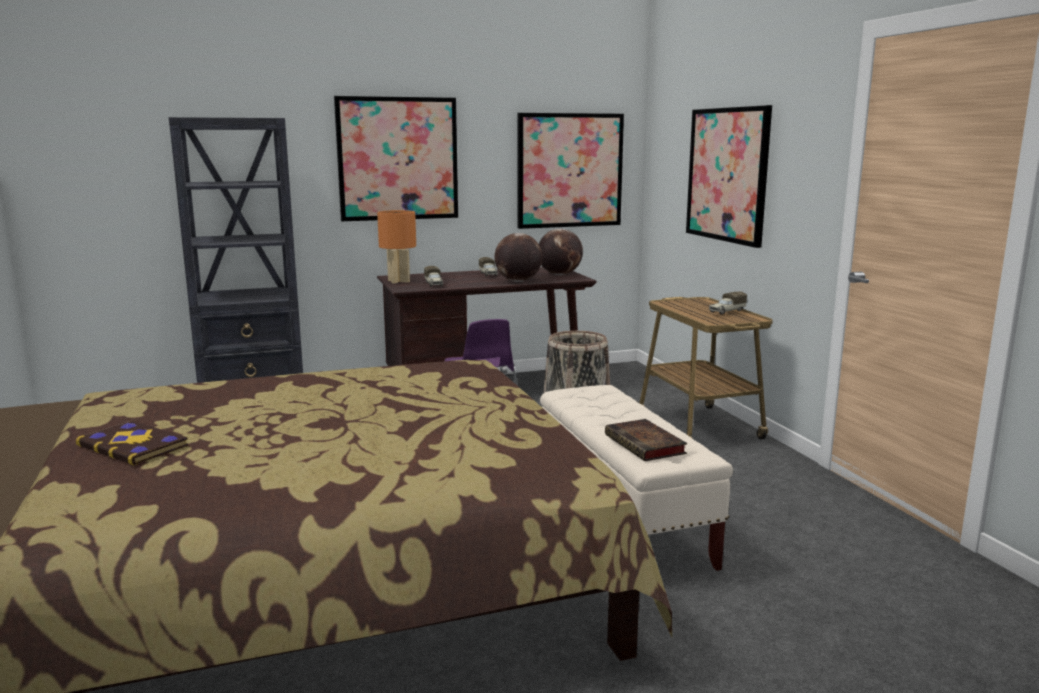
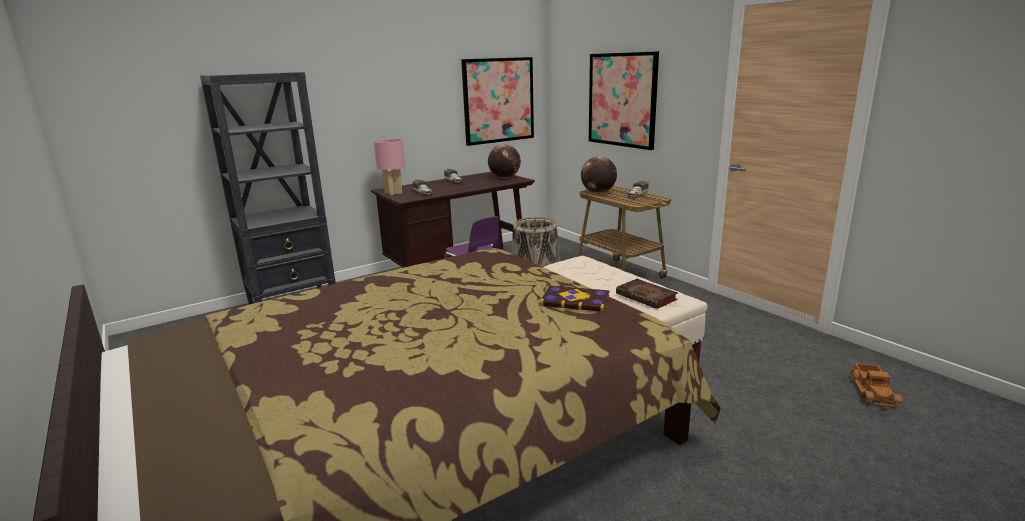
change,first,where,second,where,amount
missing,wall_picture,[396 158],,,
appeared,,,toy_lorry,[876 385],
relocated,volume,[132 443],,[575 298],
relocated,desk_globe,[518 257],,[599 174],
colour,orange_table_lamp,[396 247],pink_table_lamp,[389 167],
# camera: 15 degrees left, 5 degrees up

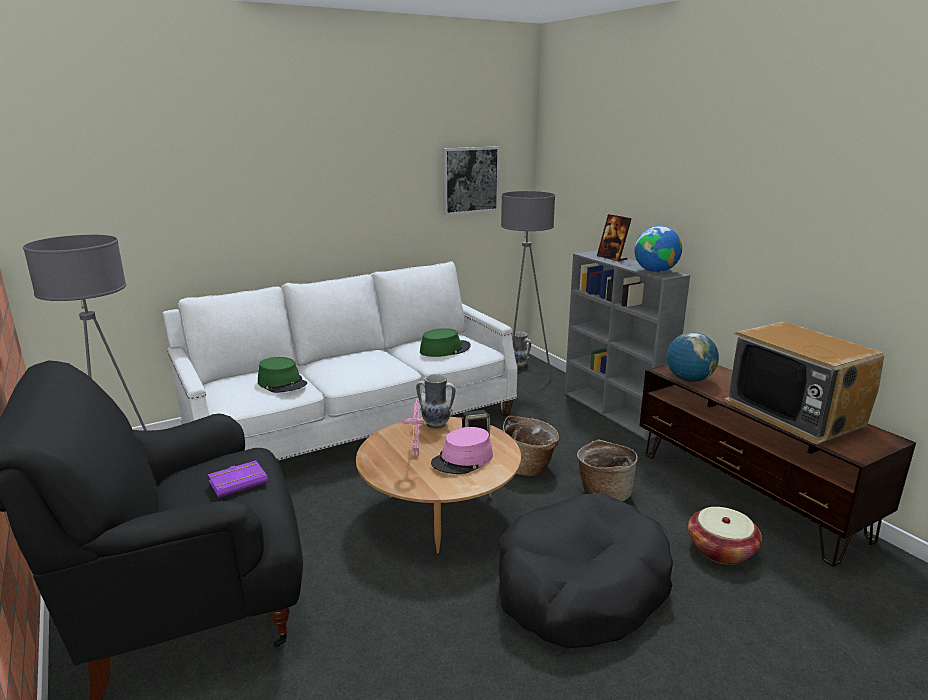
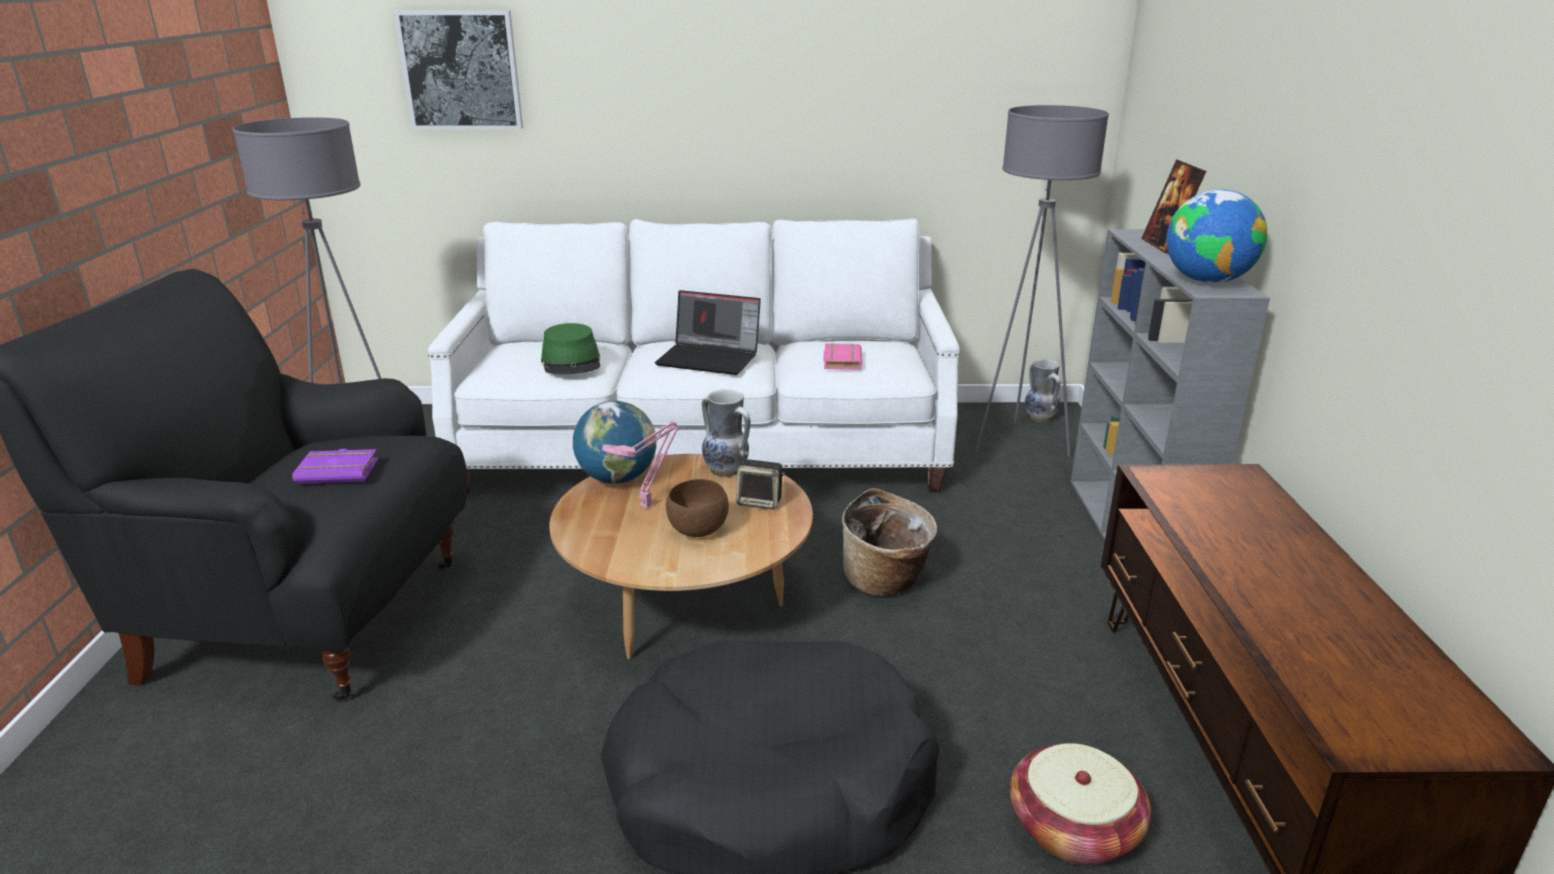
change,first,where,second,where,amount
missing,basket,[607 470],,,
missing,TV,[804 383],,,
appeared,,,laptop,[708 332],
relocated,wall_picture,[471 181],,[458 69],
relocated,desk_globe,[692 357],,[615 442],
exchanged,green_wearable_hat,[445 342],pink_volume,[843 356],
exchanged,pink_wearable_hat,[462 450],brownish_serving_bowl,[697 508],
# camera: 30 degrees right, 5 degrees up

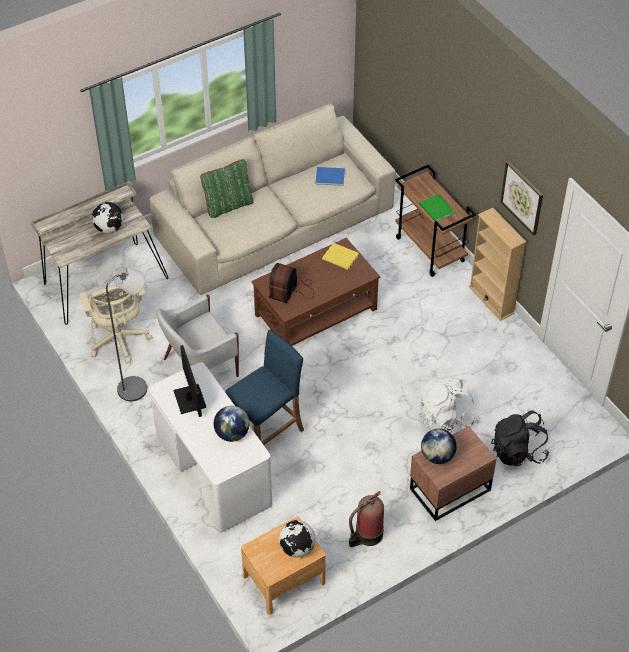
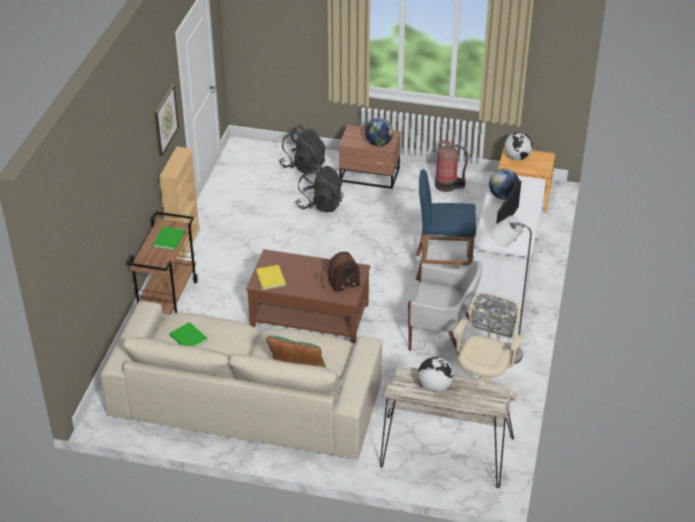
change,first,where,second,where,amount
colour,blue_volume,[330 176],green_volume,[188 334],
colour,whitish_knapsack,[447 405],black-coloured_knapsack,[319 187],
# camera: 135 degrees left, 10 degrees down

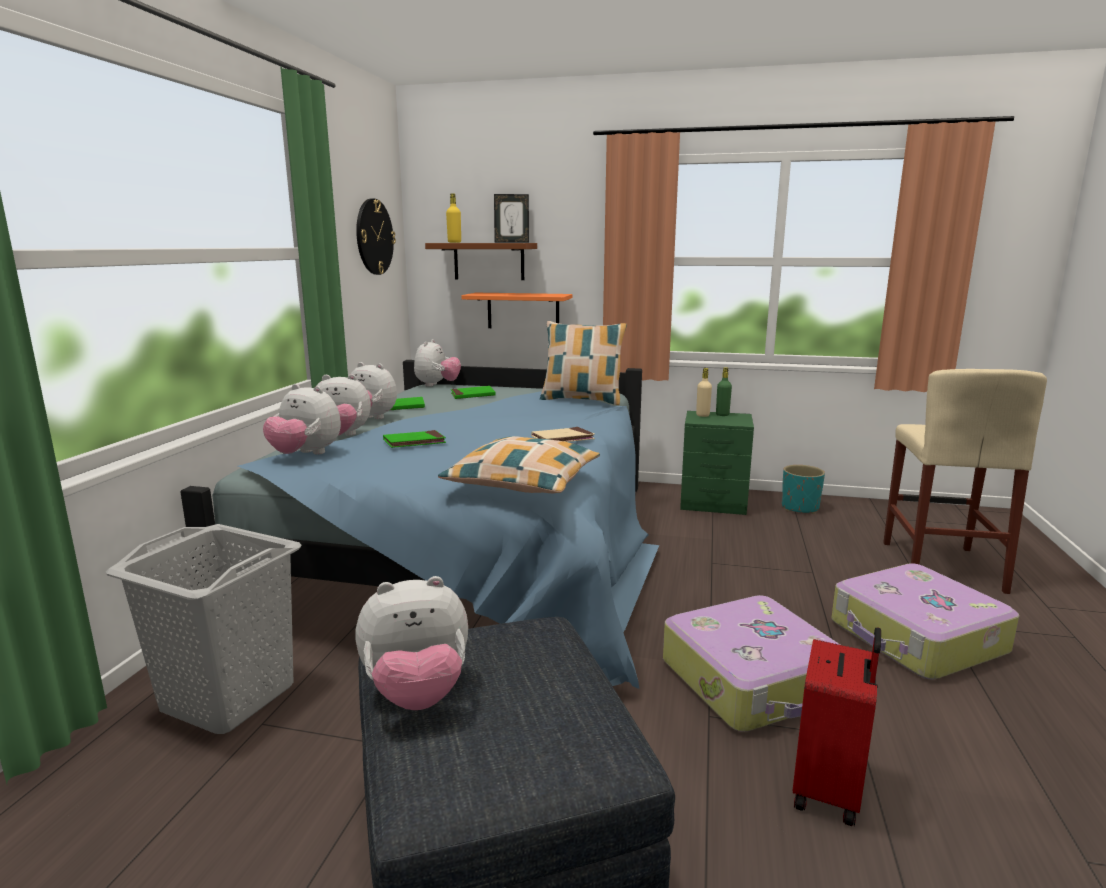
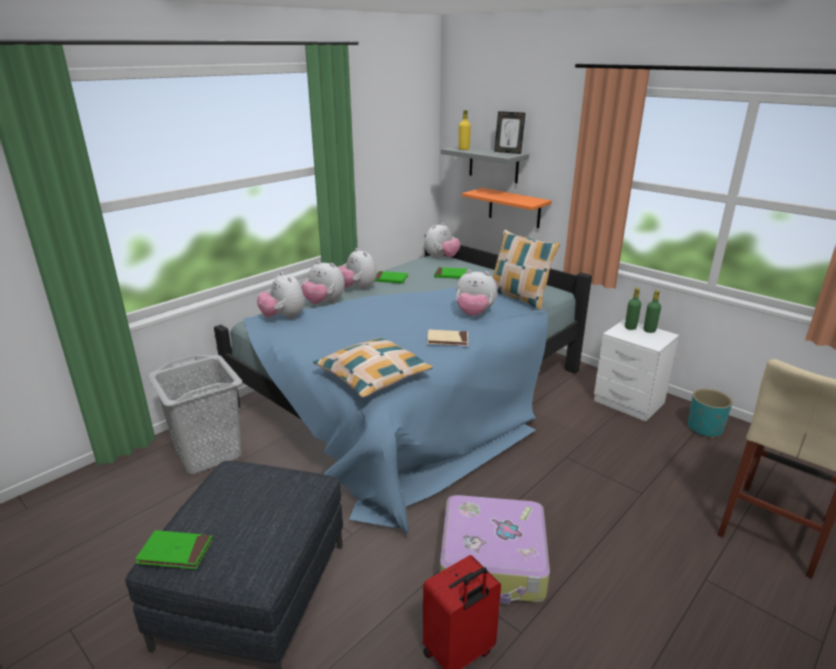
change,first,where,second,where,amount
missing,wall_clock,[376 236],,,
missing,suitcase,[925 621],,,
relocated,plush_toy,[411 643],,[476 293],
relocated,green_volume,[414 439],,[174 549],
colour,brownish_shelf,[481 261],greyish_shelf,[485 165],
colour,green_night_table,[717 463],whitish_night_table,[636 370],
colour,beige_beverage_bottle,[704 392],green_beverage_bottle,[633 309],
# camera: 30 degrees right, 10 degrees up

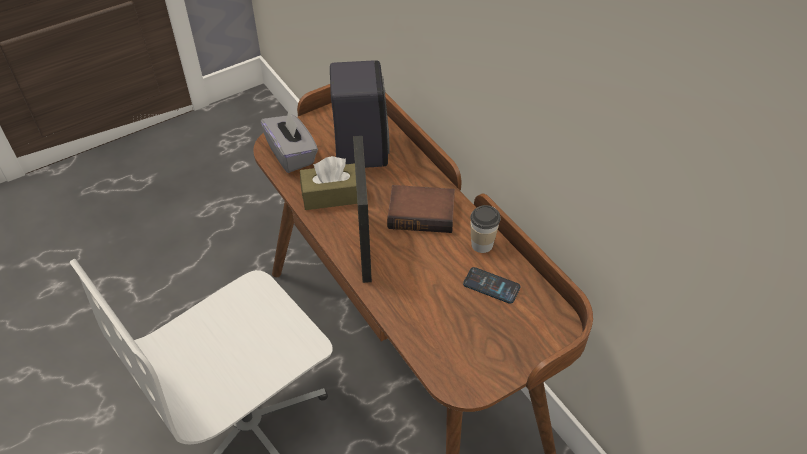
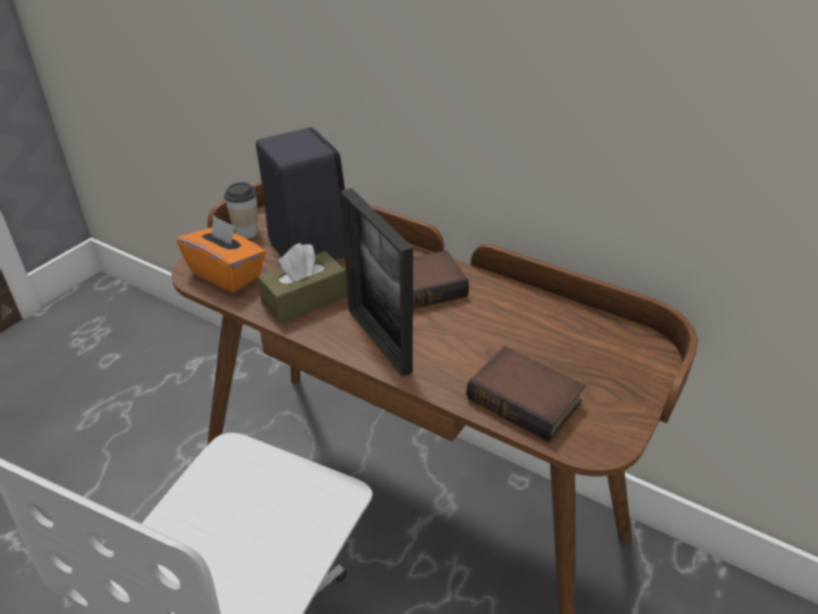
change,first,where,second,where,amount
missing,phone,[491 285],,,
appeared,,,volume,[525 394],
relocated,small_cup,[485 229],,[241 210],
colour,greyish_tissue_box,[289 142],orange_tissue_box,[221 254],
# camera: 25 degrees left, 10 degrees down

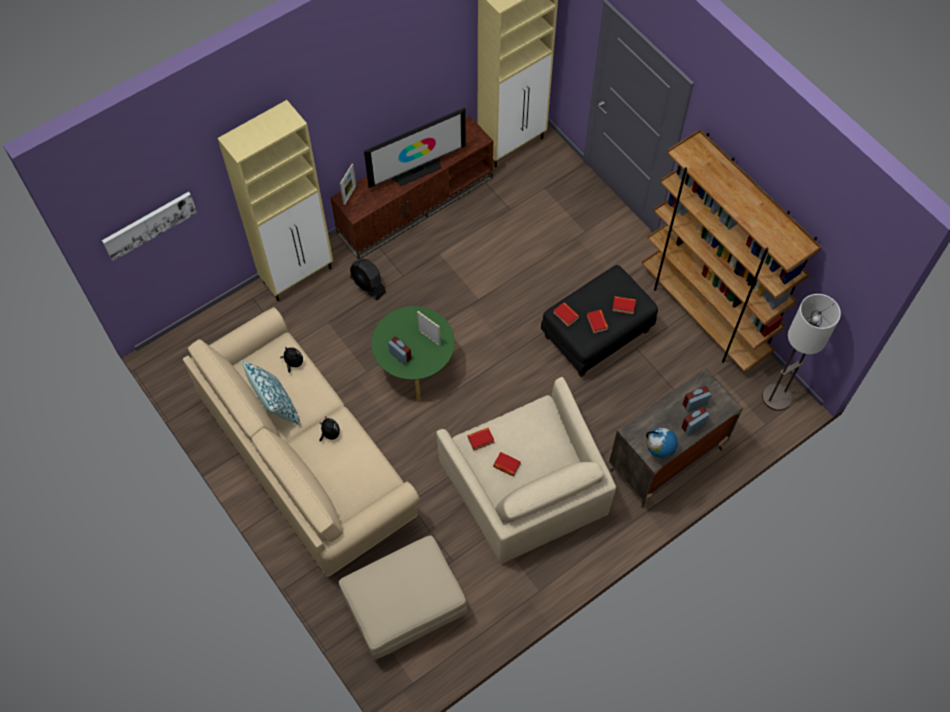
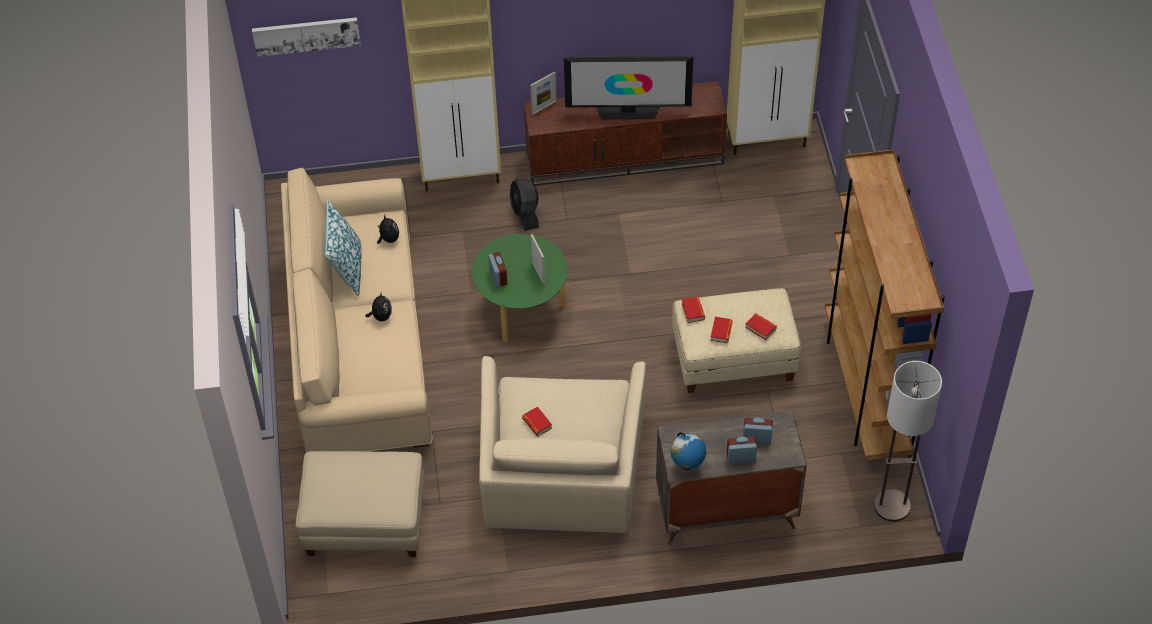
change,first,where,second,where,amount
missing,volume,[480 439],,,
colour,black-coloured_footrest,[599 321],beige_footrest,[736 340],
# camera: 30 degrees right, 10 degrees down

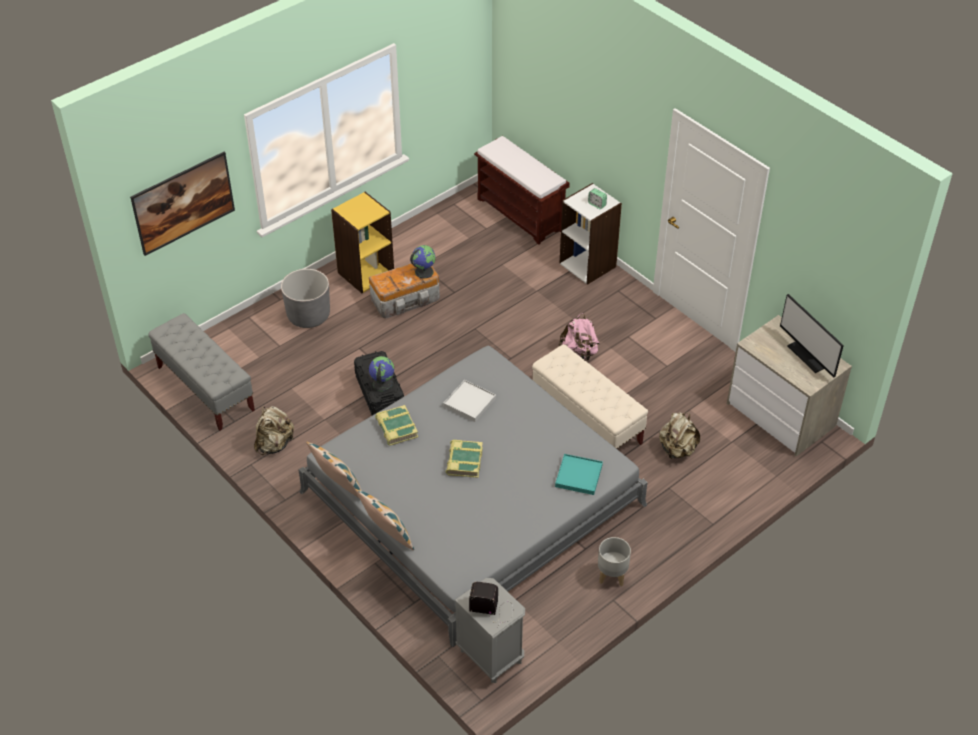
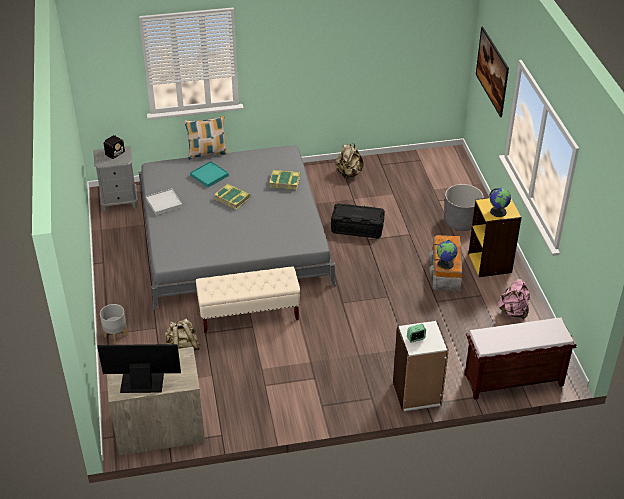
change,first,where,second,where,amount
missing,greyish_long_seat,[201 372],,,
missing,throw_pillow,[334 469],,,
relocated,desk_globe,[381 373],,[500 202],
relocated,whitish_carrying_tray,[469 401],,[164 201],
relocated,blue-green_carrying_tray,[579 474],,[209 174],
relocated,pink_knapsack,[579 337],,[514 299],
relocated,greyish_plant_pot,[614 561],,[114 324],
# camera: 120 degrees right, 5 degrees down

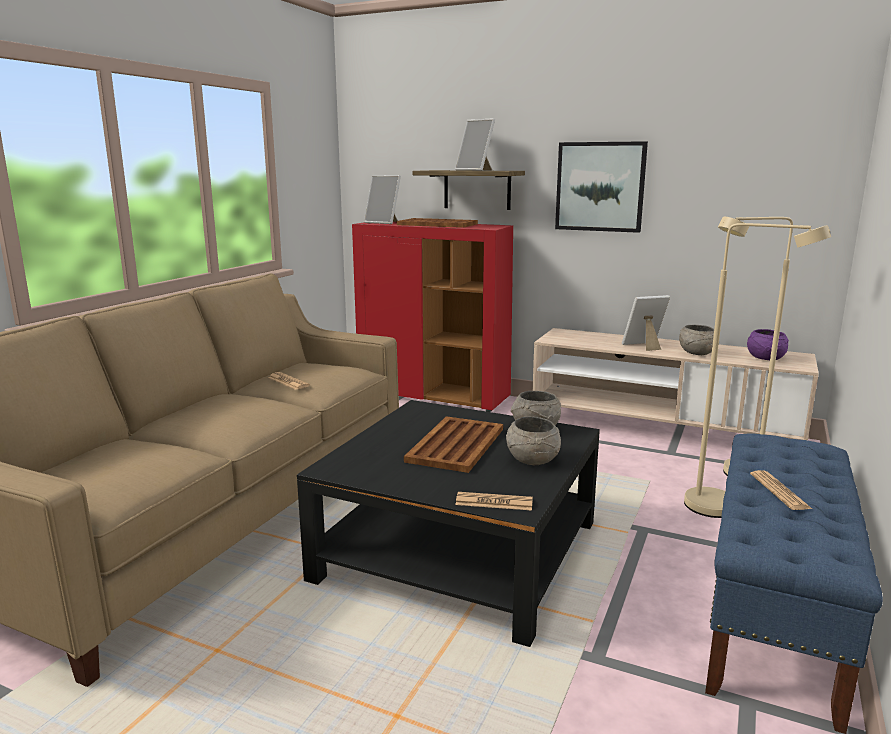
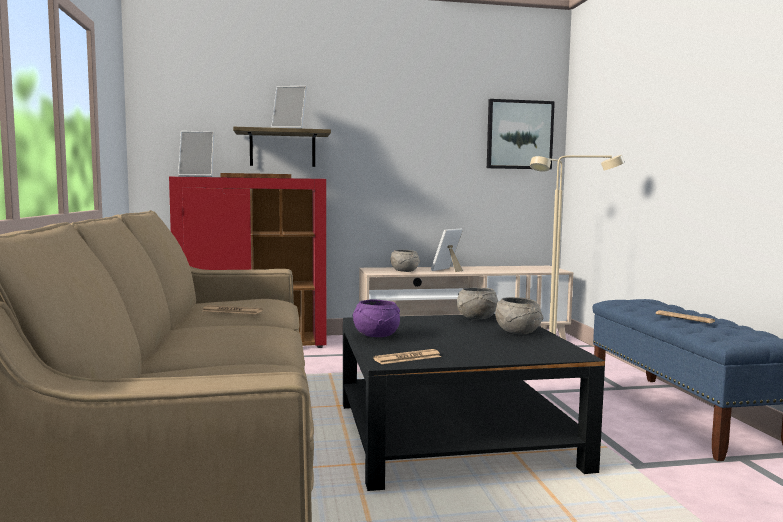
change,first,where,second,where,amount
missing,brownish_carrying_tray,[453 444],,,
relocated,daily_paper,[494 501],,[407 356],
relocated,wall_picture,[601 187],,[521 134],
relocated,greyish_serving_bowl,[696 340],,[405 261],
relocated,purplish_serving_bowl,[768 344],,[376 318],
# camera: 35 degrees left, 10 degrees down

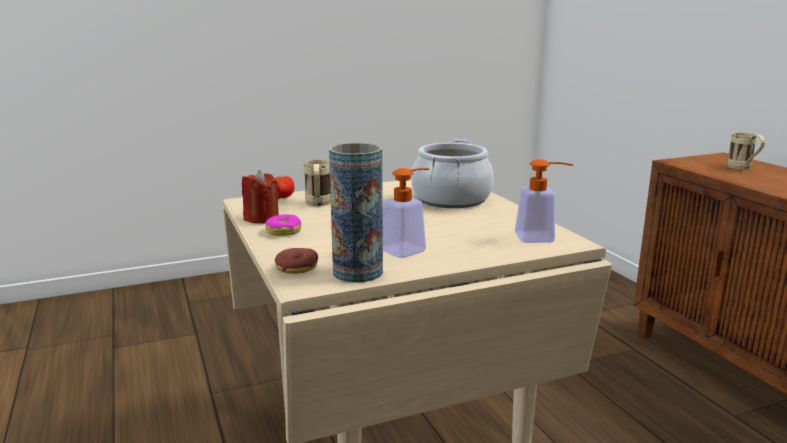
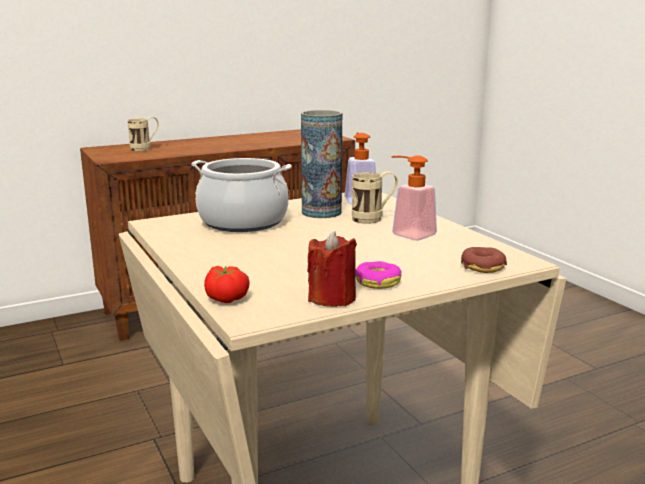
change,first,where,second,where,amount
relocated,beige_coffee_mug,[317 182],,[375 197],
relocated,decorative_vase,[356 212],,[321 164],
# camera: 95 degrees left, 0 degrees up

